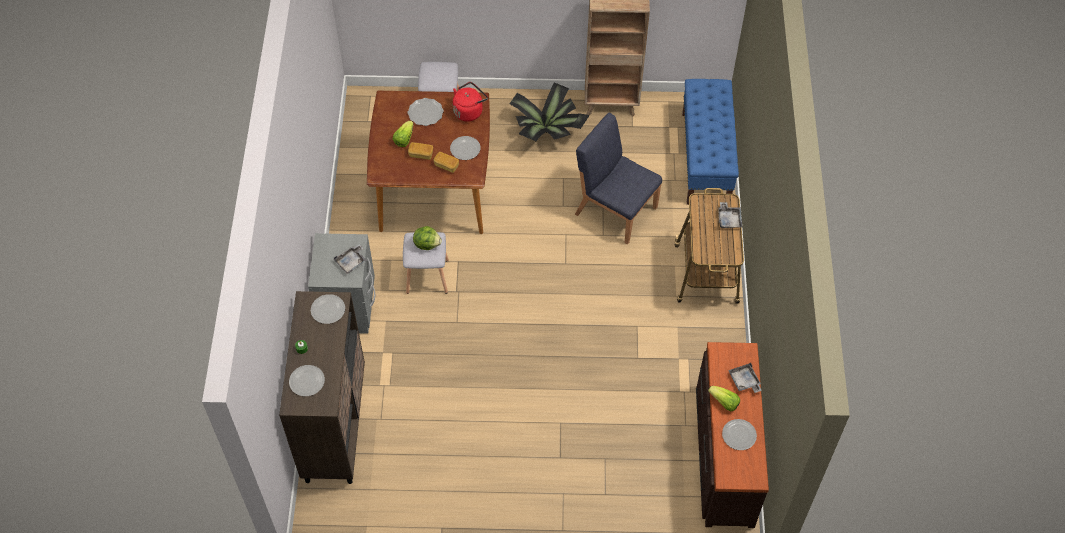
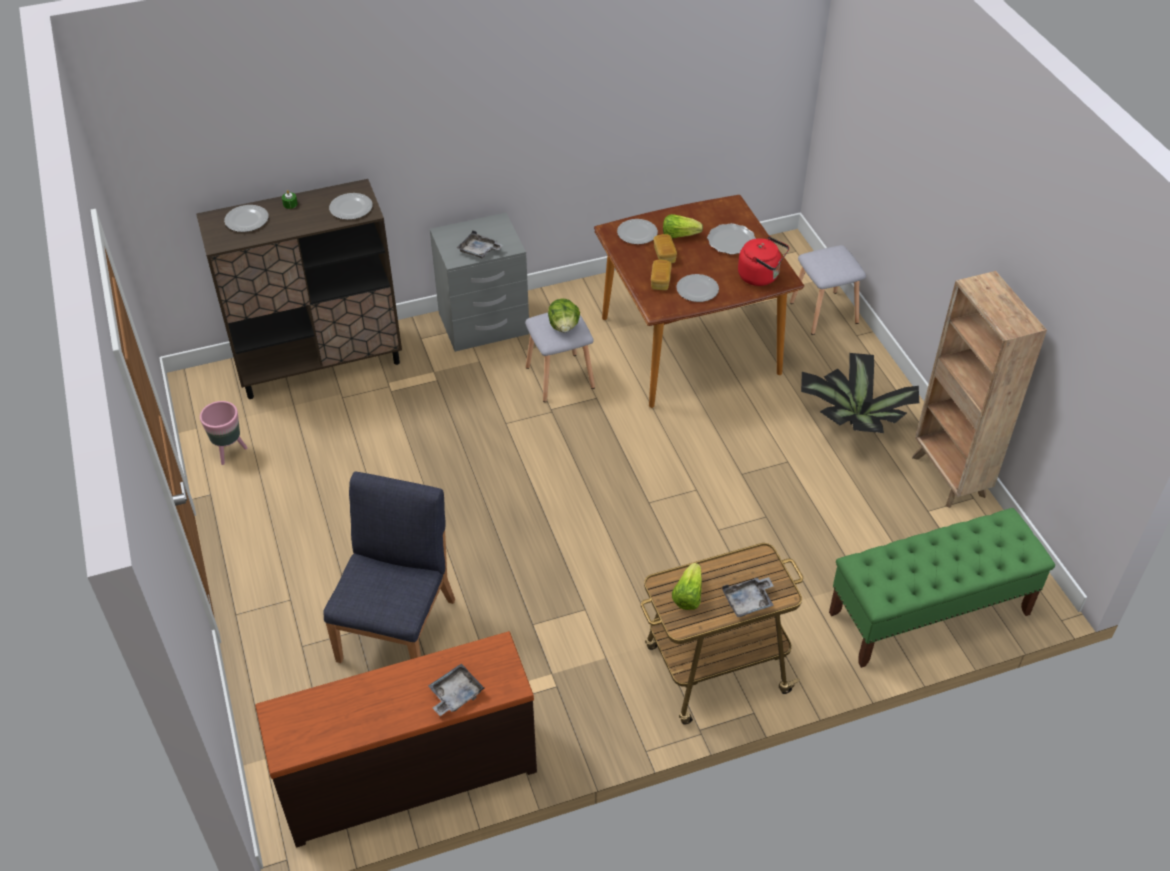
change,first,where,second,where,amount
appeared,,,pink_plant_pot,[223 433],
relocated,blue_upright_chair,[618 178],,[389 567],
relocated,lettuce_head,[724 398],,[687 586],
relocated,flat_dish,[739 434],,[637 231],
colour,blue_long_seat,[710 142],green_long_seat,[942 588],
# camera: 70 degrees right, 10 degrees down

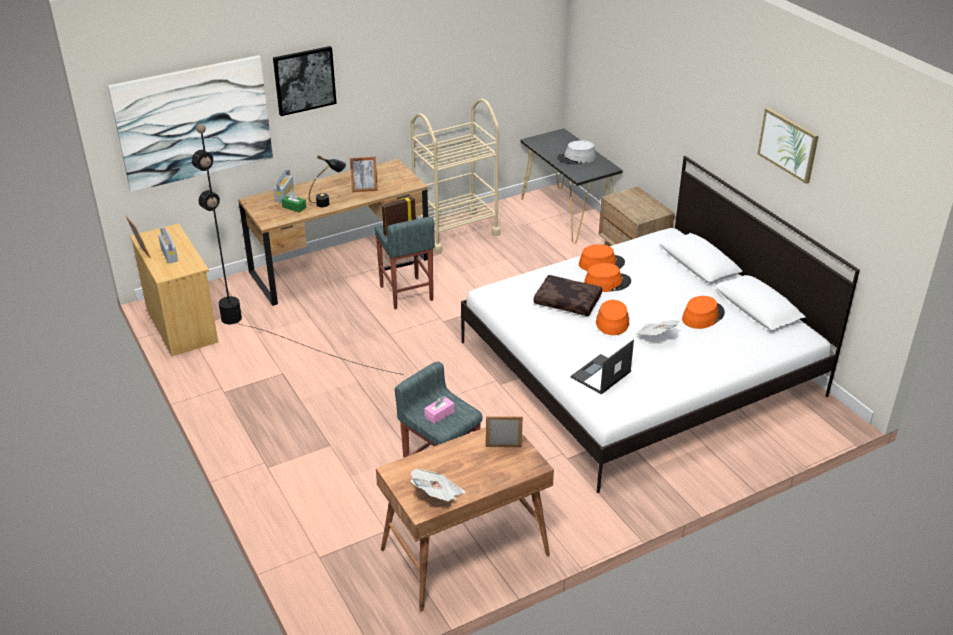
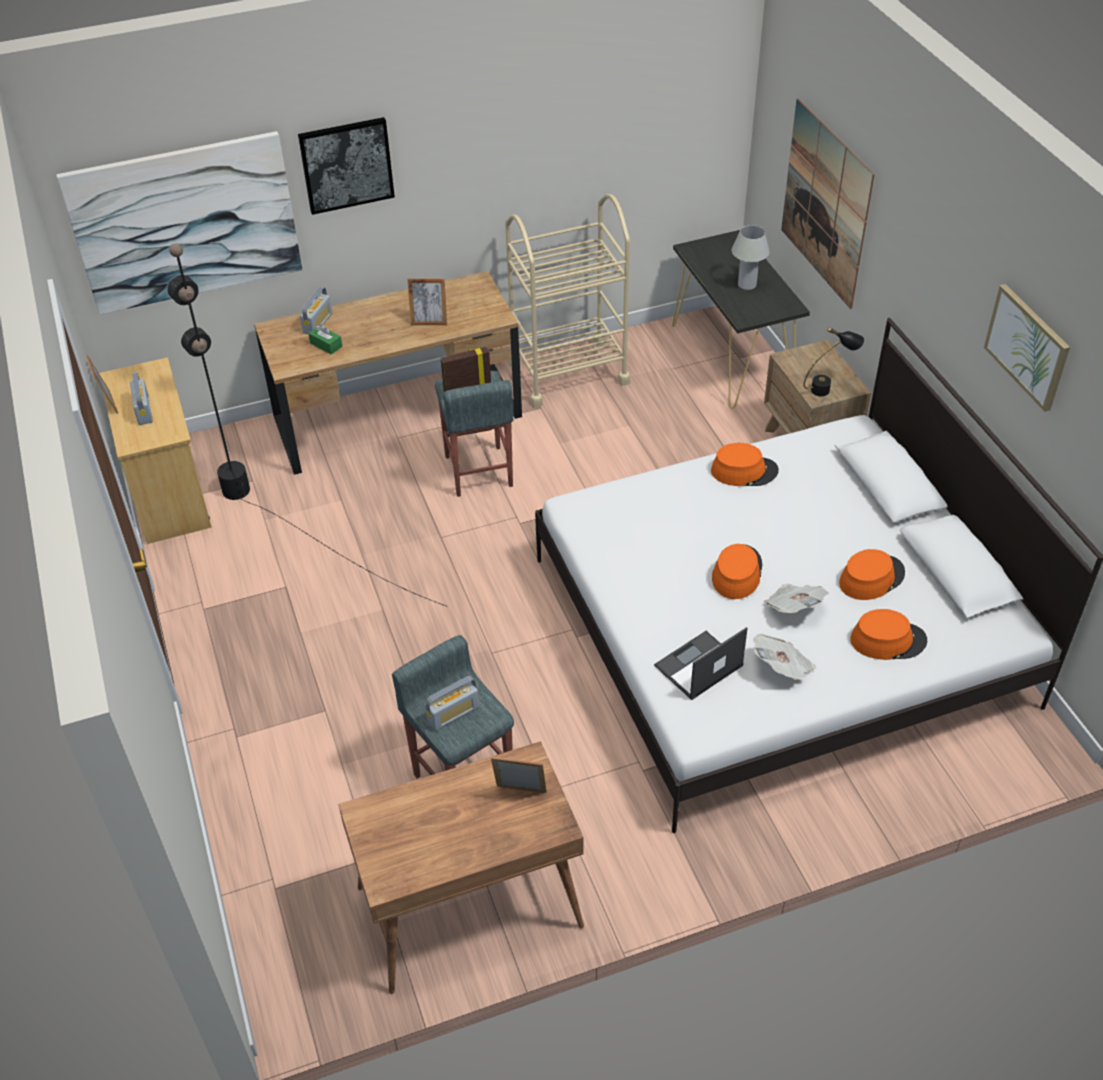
change,first,where,second,where,amount
missing,brownish_throw_pillow,[568 295],,,
appeared,,,wall_picture,[828 204],
relocated,black-coloured_table_lamp,[327 181],,[833 361],
relocated,daily_paper,[437 485],,[784 657],
relocated,orange_wearable_hat,[607 277],,[888 634],
exchanged,pink_tissue_box,[439 410],radio_set,[452 703],
exchanged,greyish_wearable_hat,[576 152],whitish_table_lamp,[751 257],
# camera: 10 degrees right, 10 degrees up

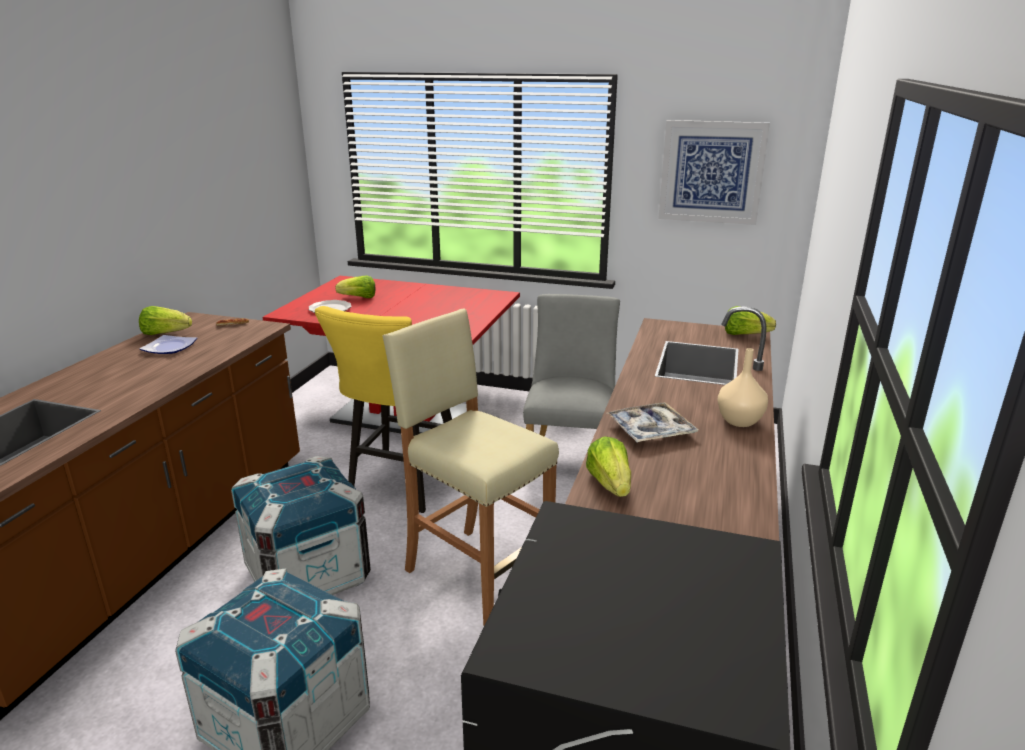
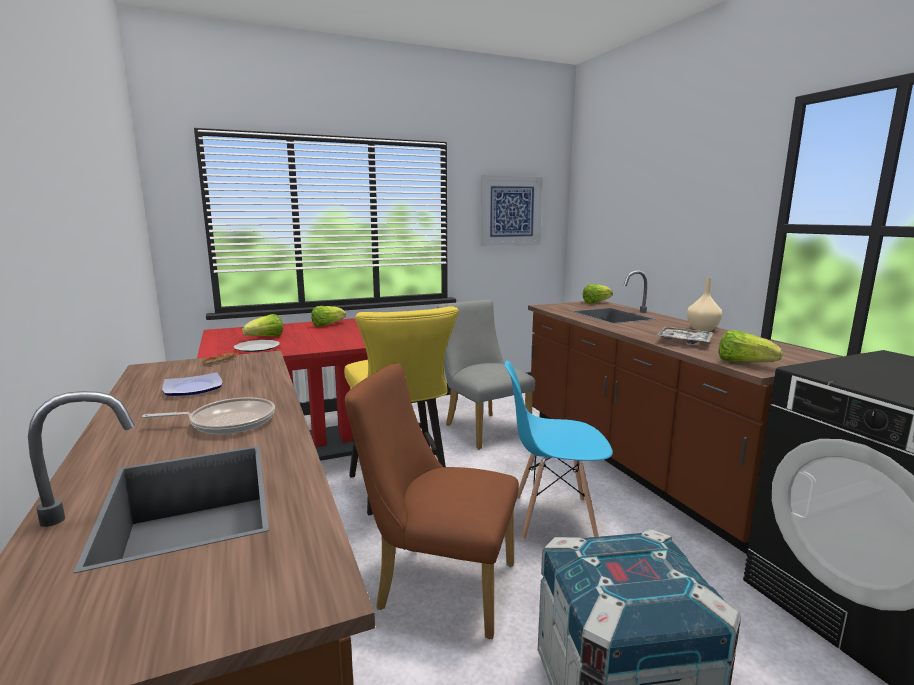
change,first,where,second,where,amount
appeared,,,skillet,[208 416],
relocated,lettuce_head,[165 320],,[328 316],
exchanged,shipping_crate,[301 525],brownish_upright_chair,[432 501],
exchanged,beige_stool,[470 467],blue_upright_chair,[559 450],
# camera: 40 degrees left, 10 degrees down

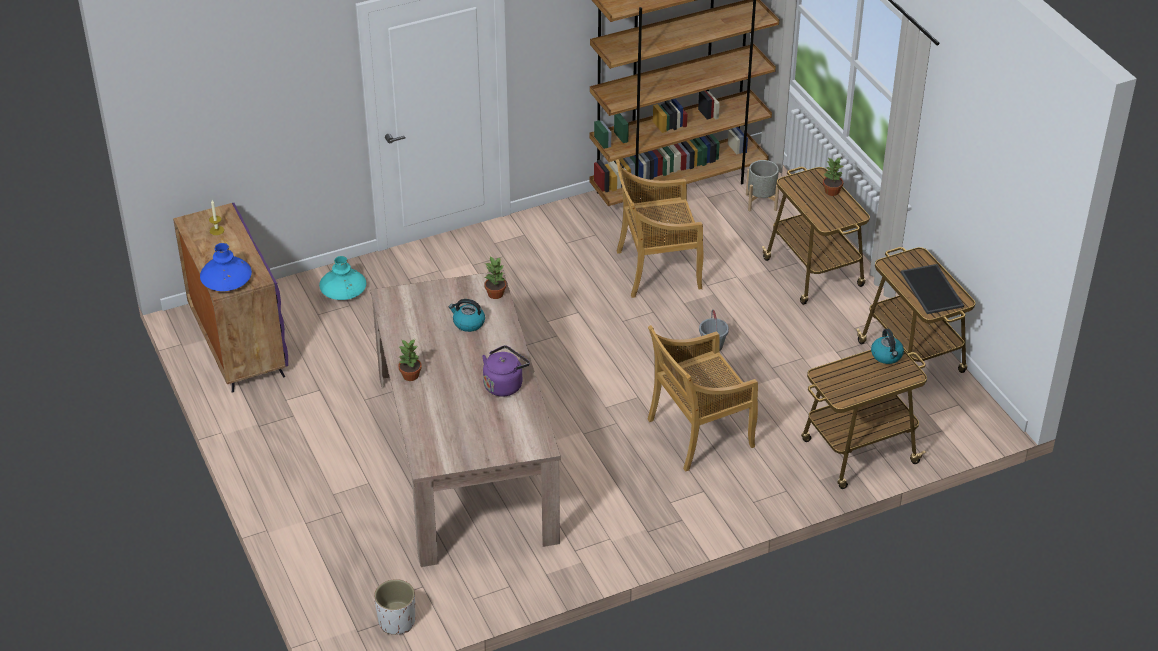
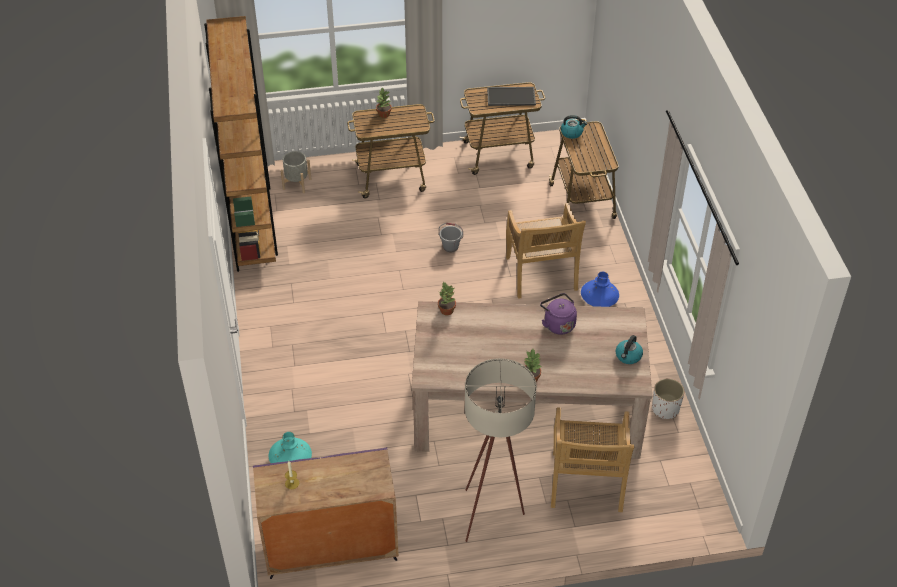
change,first,where,second,where,amount
appeared,,,beige_standing_lamp,[501 450],
relocated,blue_decorative_vase,[226 267],,[600 289],
relocated,whitish_plant_pot,[394 606],,[668 398],
relocated,tea_kettle,[467 315],,[629 349],
relocated,beige_upright_chair,[659 228],,[592 459],
# camera: 75 degrees left, 5 degrees up

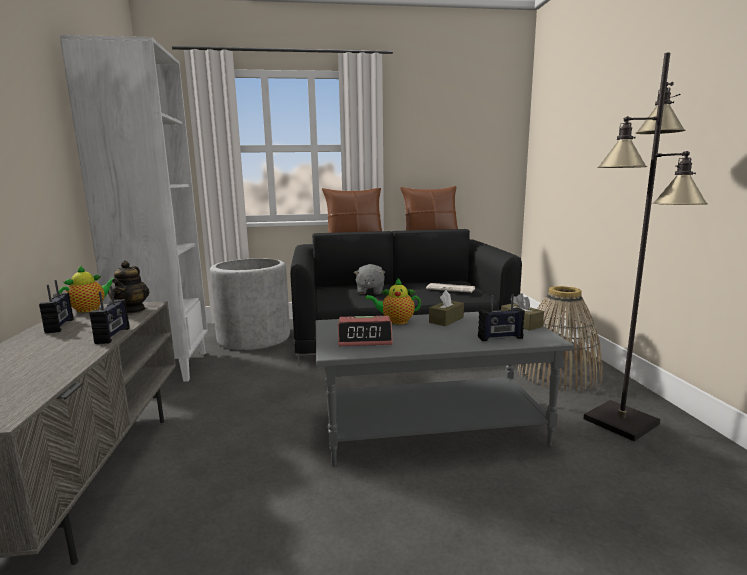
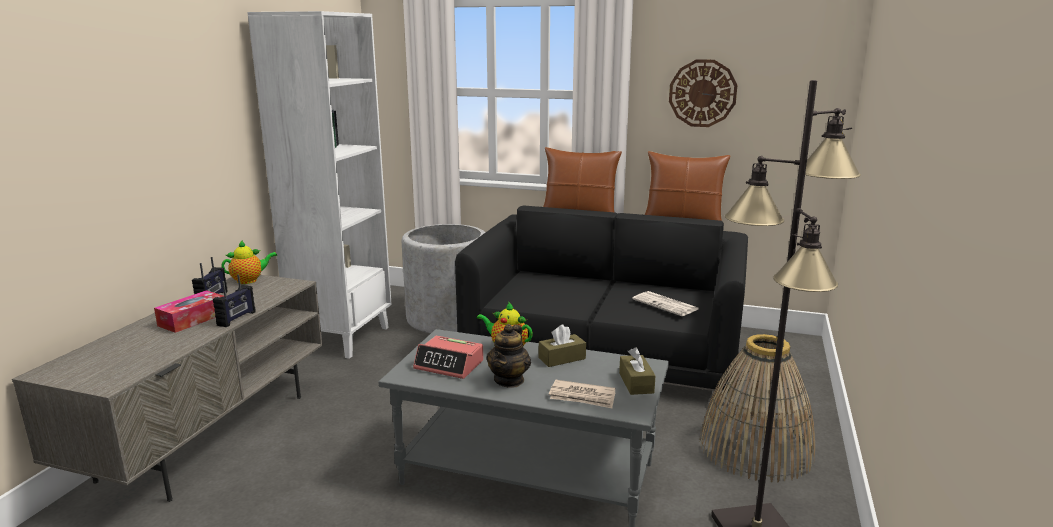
change,first,where,second,where,amount
missing,greyish_plush_toy,[370 279],,,
appeared,,,tissue_box,[189 311],
appeared,,,wall_clock,[703 93],
relocated,teapot,[129 287],,[508 356],
exchanged,radio_set,[501 317],daily_paper,[582 394],
# camera: 25 degrees right, 5 degrees up

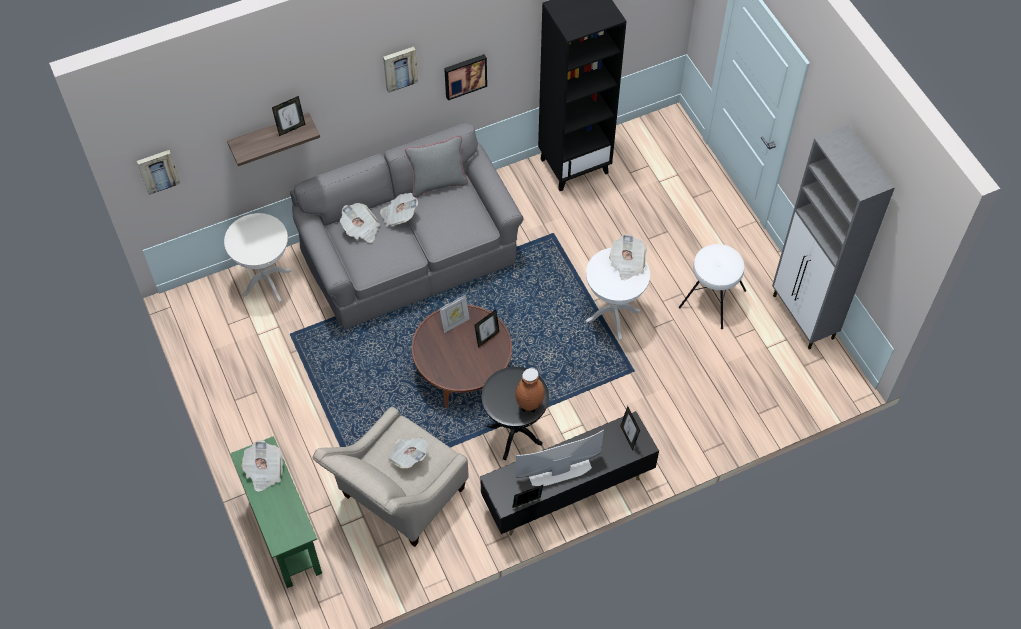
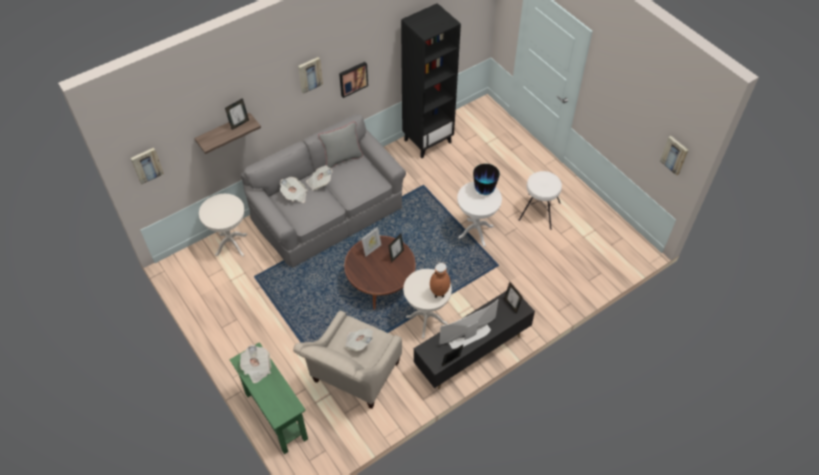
change,first,where,second,where,amount
missing,greyish_storage_cabinet,[833 237],,,
appeared,,,wall_picture,[674 156],
exchanged,daily_paper,[628 257],decorative_vase,[486 179],
colour,black-coloured_accent_table,[515 413],whitish_accent_table,[427 303],
# camera: 10 degrees left, 5 degrees down

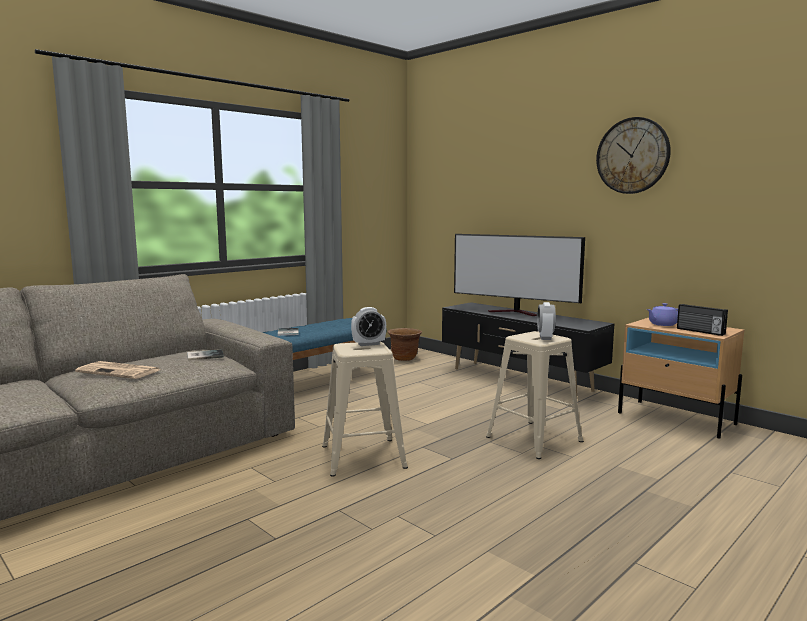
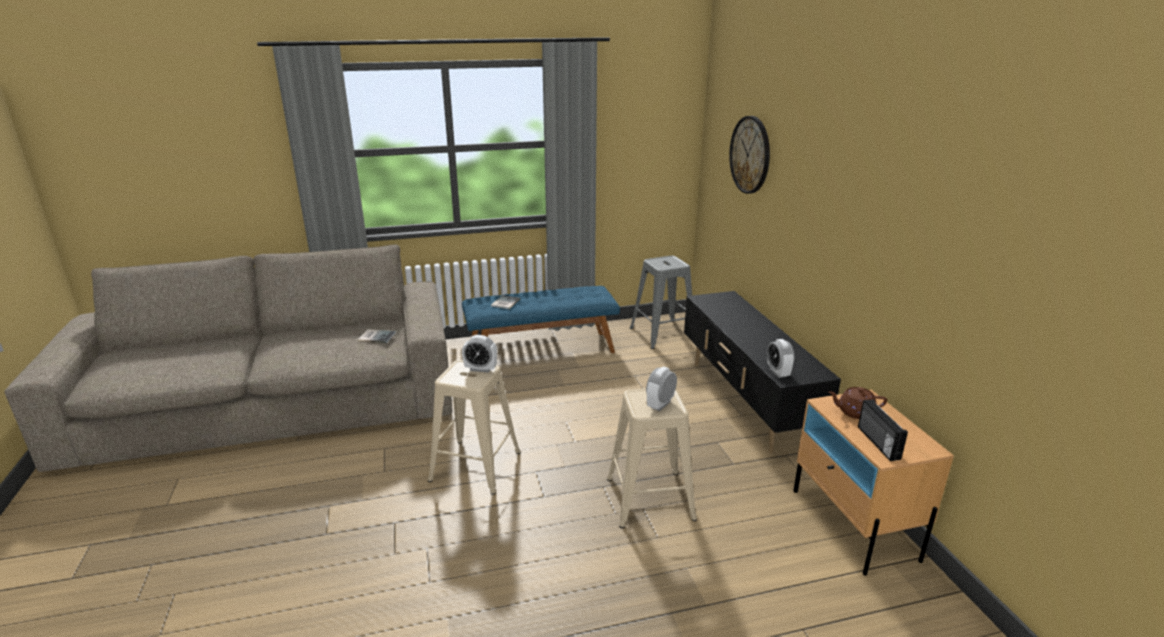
change,first,where,second,where,amount
missing,daily_paper,[117 370],,,
missing,TV,[519 275],,,
appeared,,,bedside_clock,[781 358],
relocated,wall_clock,[633 155],,[749 155],
exchanged,brownish_plant_pot,[405 344],greyish_stool,[661 302],
colour,purplish_teapot,[662 314],brownish_teapot,[858 403],
# camera: 30 degrees right, 15 degrees up

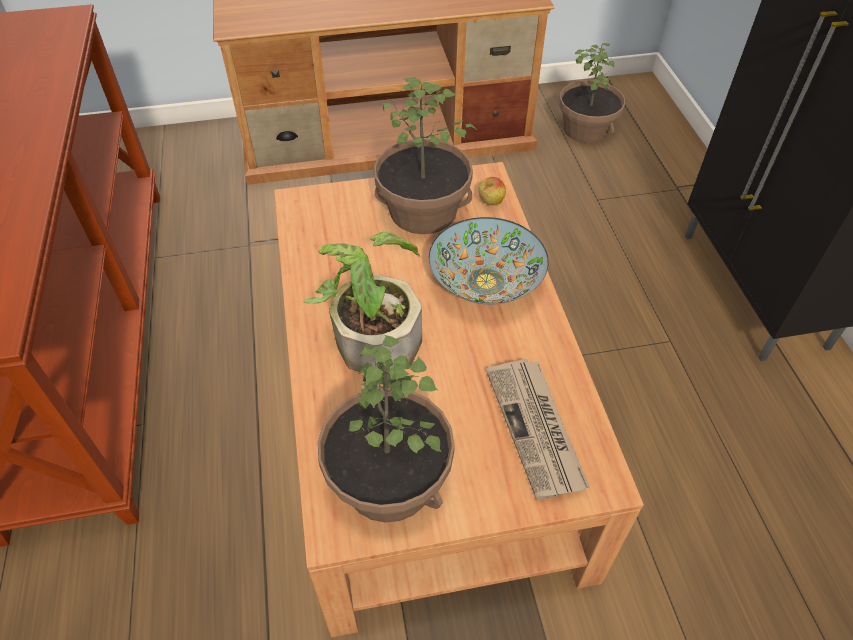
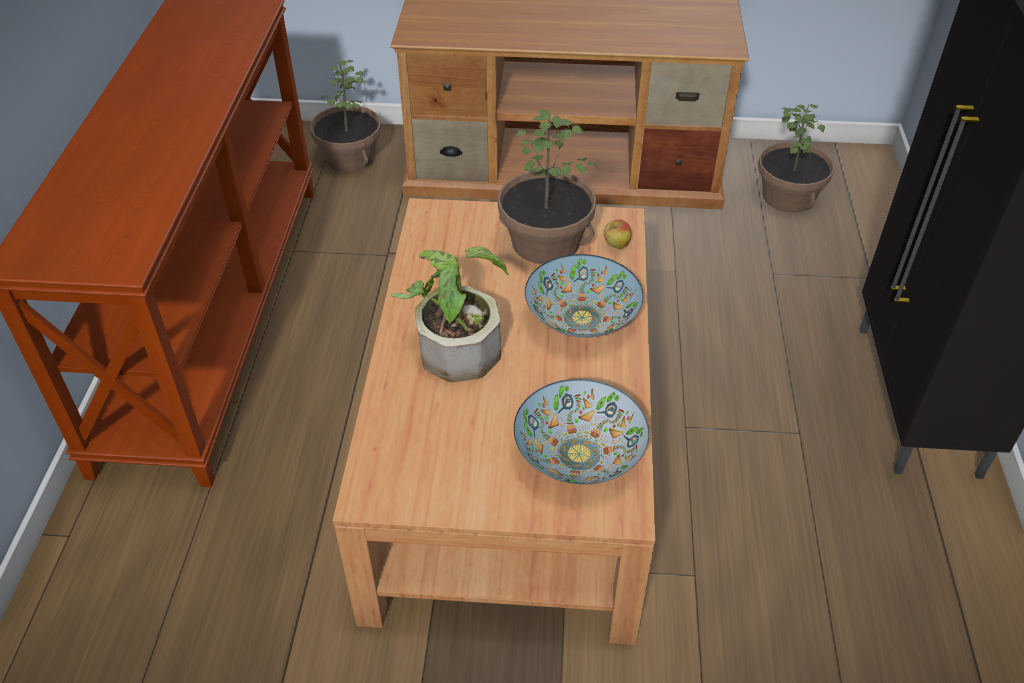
change,first,where,second,where,amount
relocated,potted_plant,[386 429],,[345 116],
exchanged,daily_paper,[538 429],serving_bowl,[581 431],
# camera: 15 degrees right, 5 degrees down

